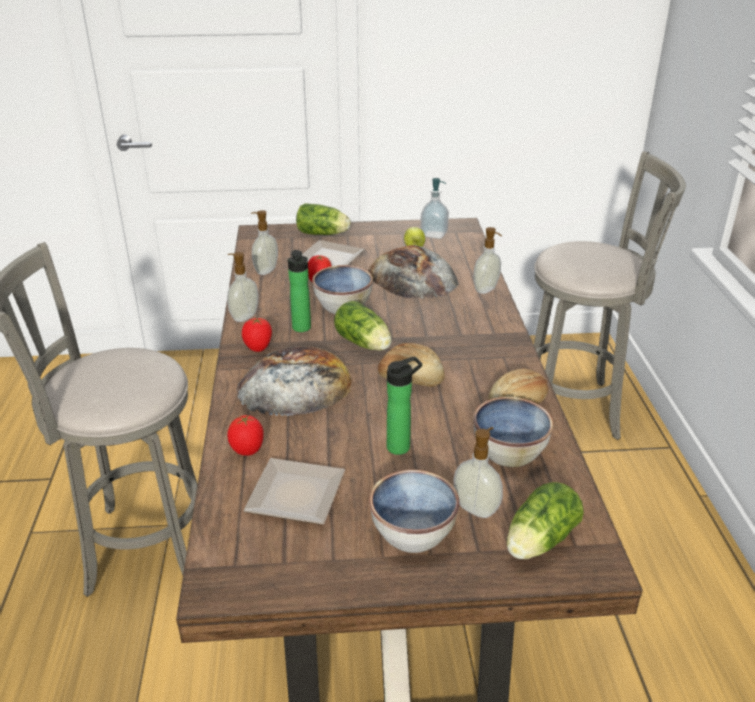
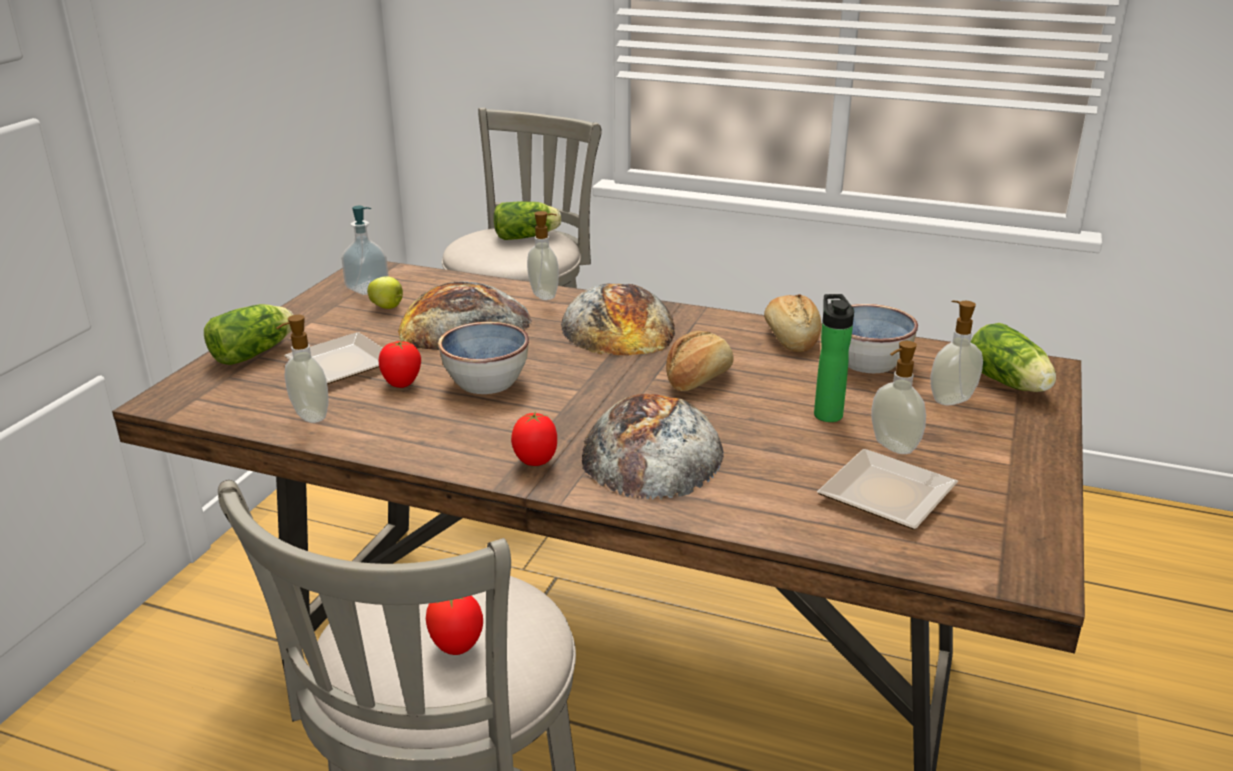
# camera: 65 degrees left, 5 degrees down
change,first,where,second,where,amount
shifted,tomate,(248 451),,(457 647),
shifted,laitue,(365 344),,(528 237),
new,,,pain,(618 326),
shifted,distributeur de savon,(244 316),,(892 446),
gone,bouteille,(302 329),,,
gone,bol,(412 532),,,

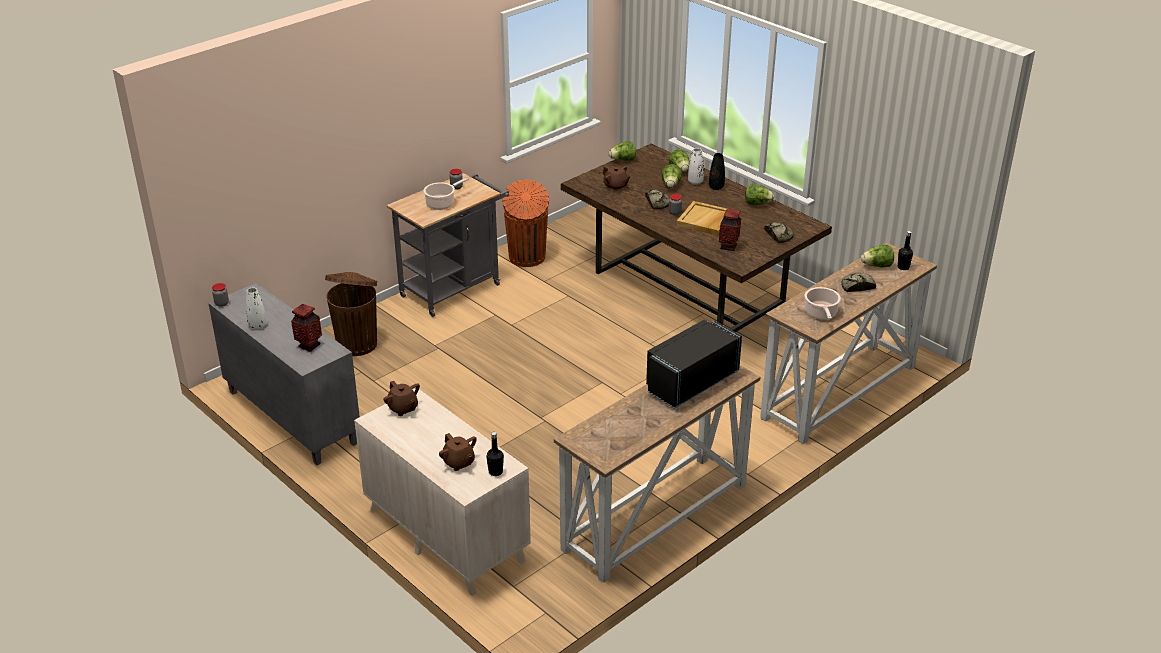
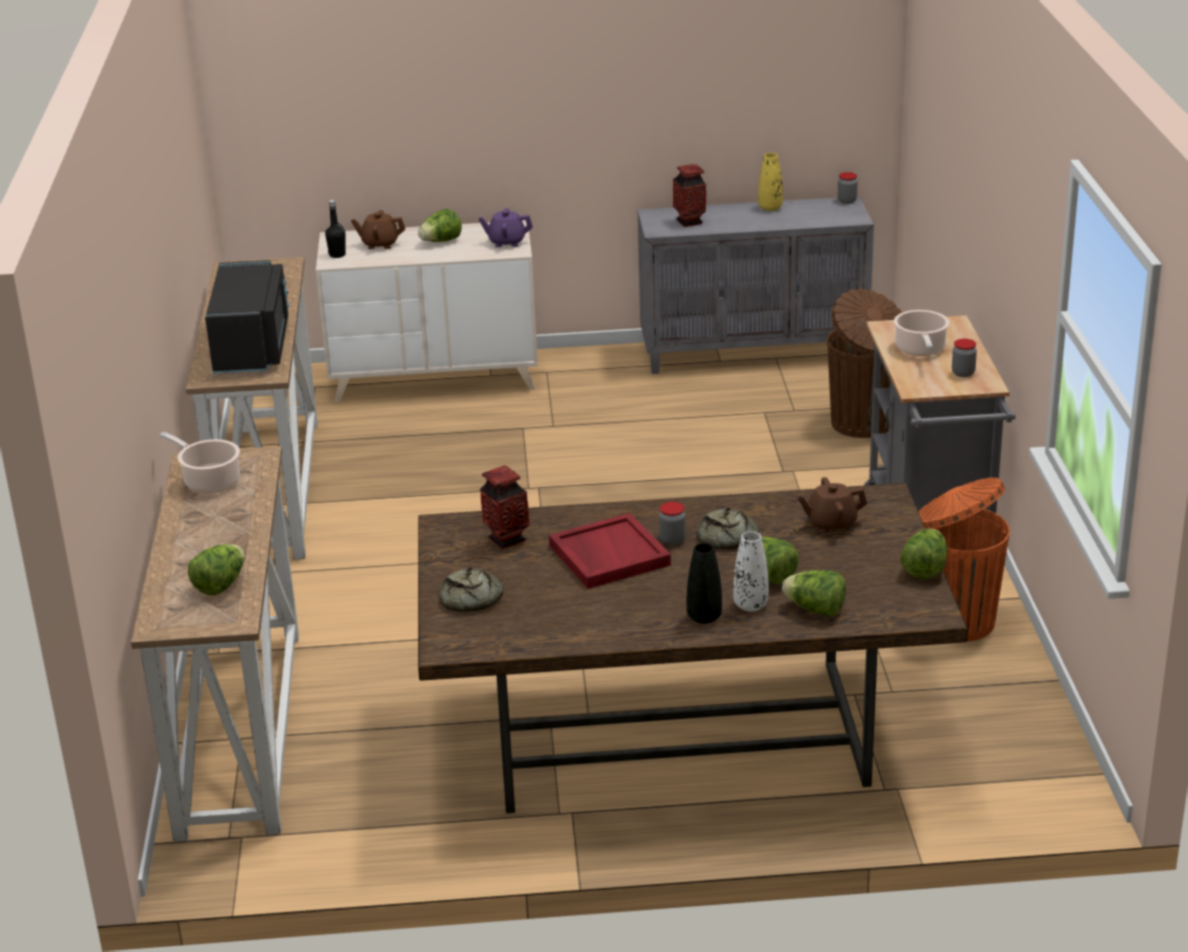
# camera: 130 degrees right, 5 degrees down
change,first,where,second,where,amount
shifted,laitue,(757 204),,(441 241),
repainted,théière/marron,(403 408),théière/violet,(506 242),
repainted,plateau/beige,(705 221),plateau/rouge,(608 555),
repainted,vase/blanc,(257 326),vase/jaune,(770 208),
gone,pain,(857 286),,,
gone,bouteille/noir,(903 267),,,

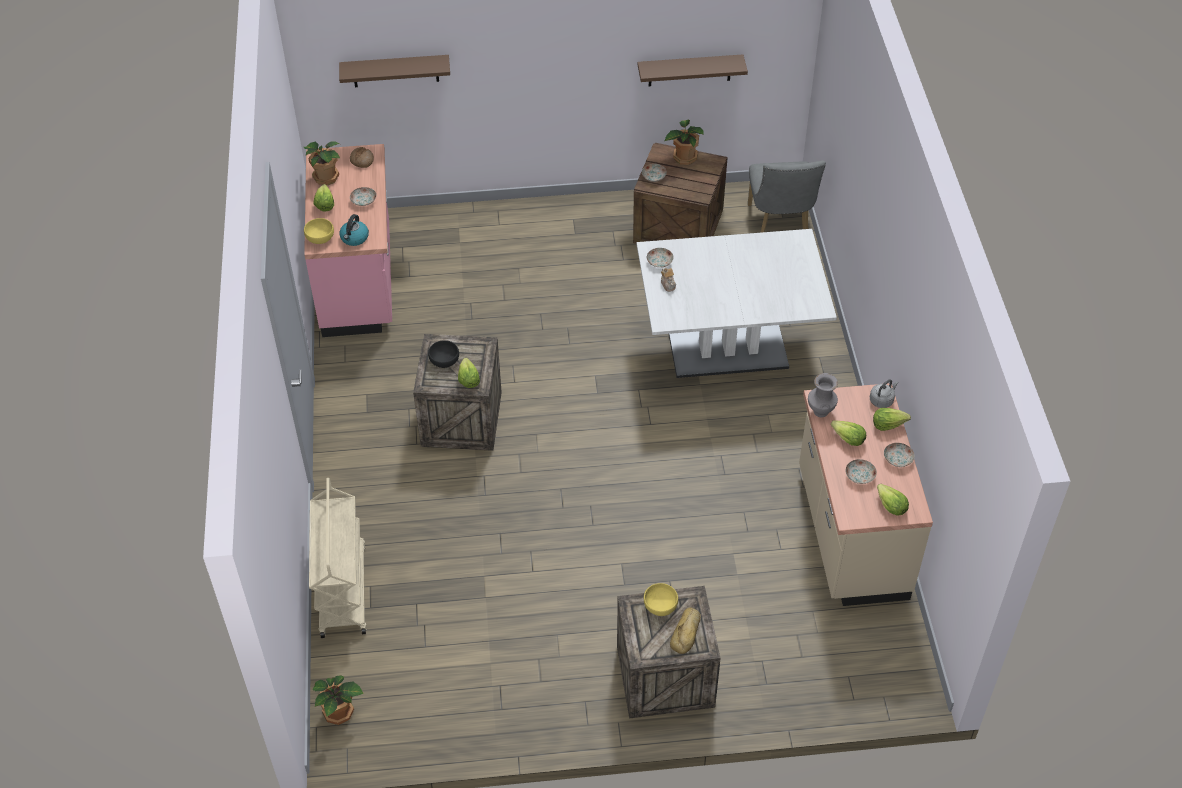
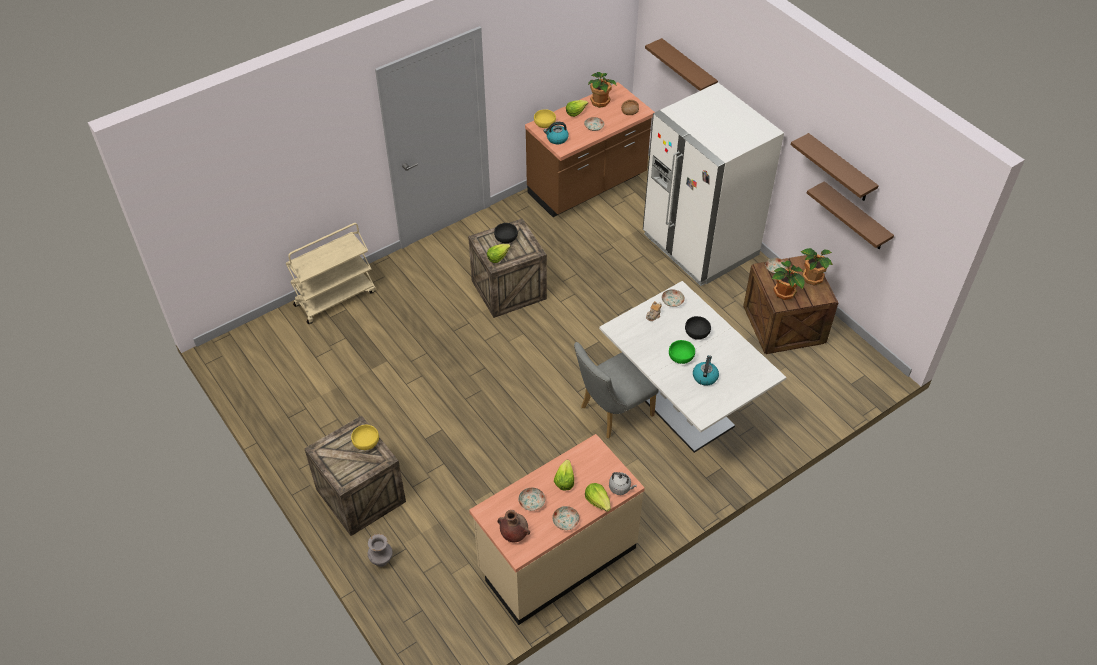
# camera: 60 degrees right, 0 degrees up
change,first,where,second,where,amount
shifted,vase/gris,(820 411),,(382 560),
swapped,laitue,(890 506),vase/marron,(513 534),
repainted,comptoir de cuisine/rose,(359 281),comptoir de cuisine/marron,(587 186),
shifted,chaise/gris,(779 227),,(611 413),
new,,,réfrigérateur/blanc,(700 245),
new,,,bol/vert,(681 357),
new,,,bol/noir,(696 333),
new,,,bouilloire,(705 376),
shifted,plante en pot,(339 713),,(784 293),
new,,,étagère/marron,(840 169),
gone,pain,(687 633),,,

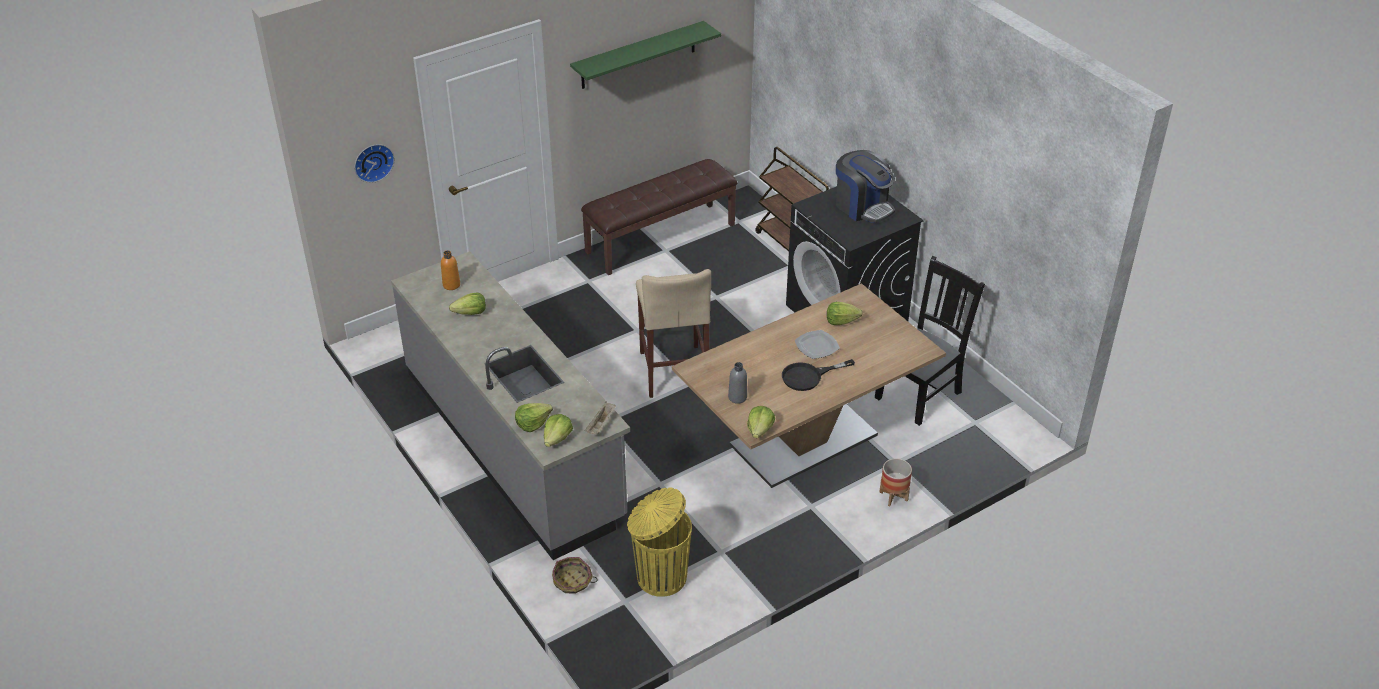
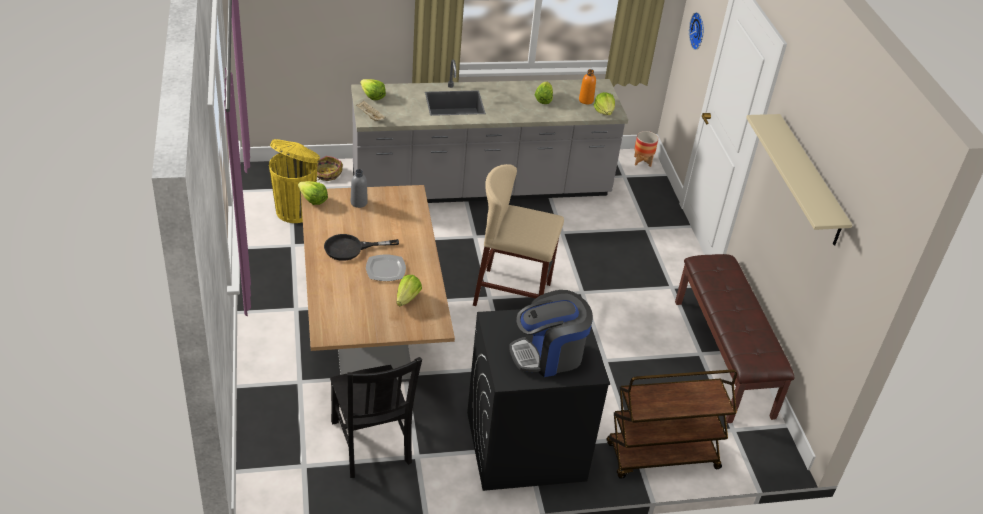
# camera: 110 degrees right, 0 degrees up
change,first,where,second,where,amount
rotated,poêle/noir,(808 376),,(351 248),105 degrees counterclockwise
shifted,laitue,(532 423),,(604 111),
shifted,cache-pot,(893 496),,(642 161),
repainted,étagère/vert,(638 55),étagère/beige,(809 180),

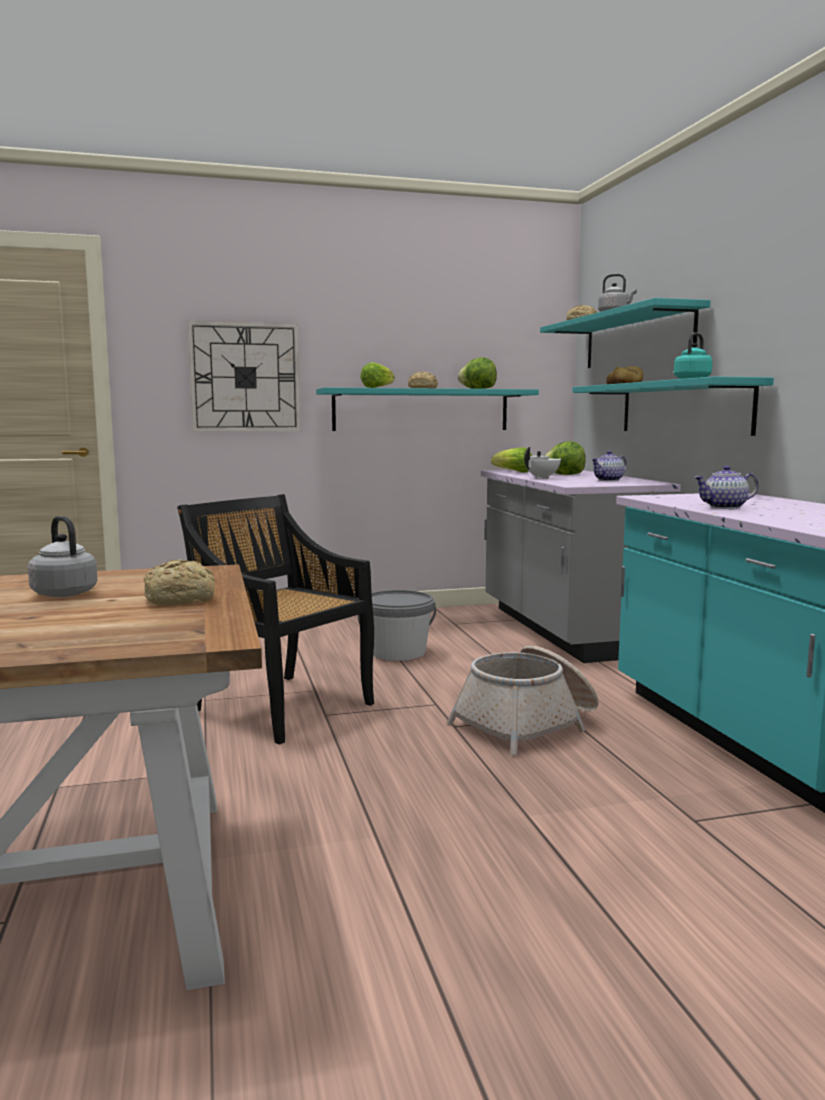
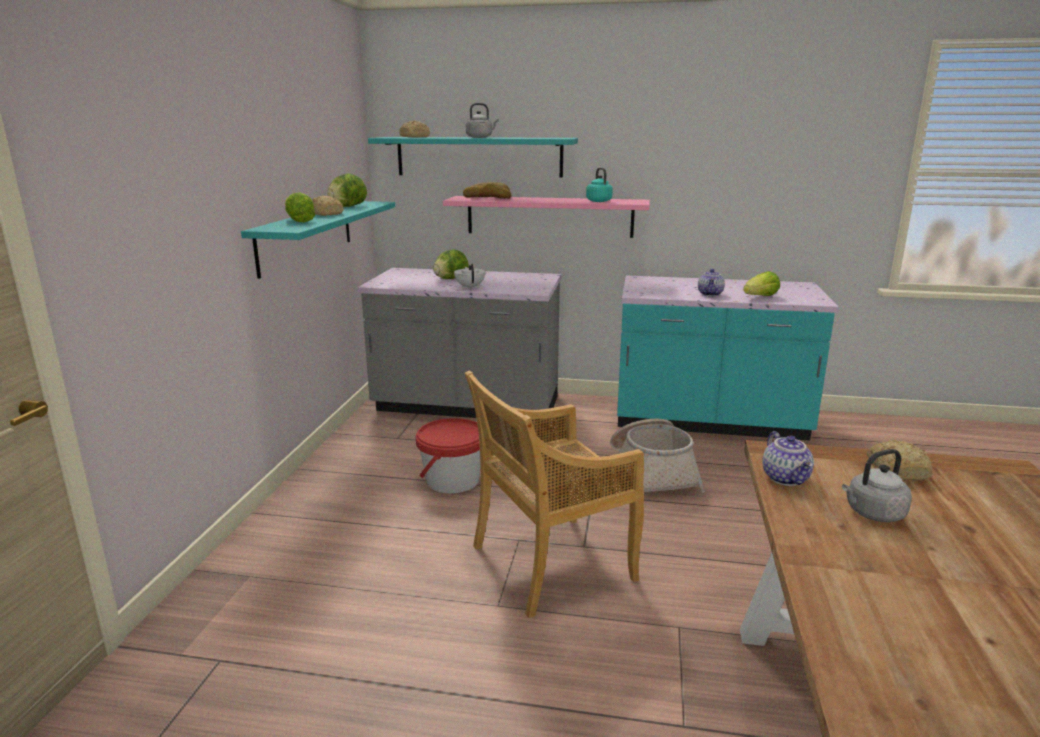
# camera: 65 degrees left, 10 degrees up
change,first,where,second,where,amount
repainted,seau/gris,(397 652),seau/rouge,(452 480),
repainted,étagère/turquoise,(683 408),étagère/rose,(549 216),
repainted,chaise/noir,(281 707),chaise/beige,(550 564),
shifted,laitue,(513 472),,(760 297),
shifted,théière,(609 480),,(786 478),
gone,horloge murale,(245 377),,,

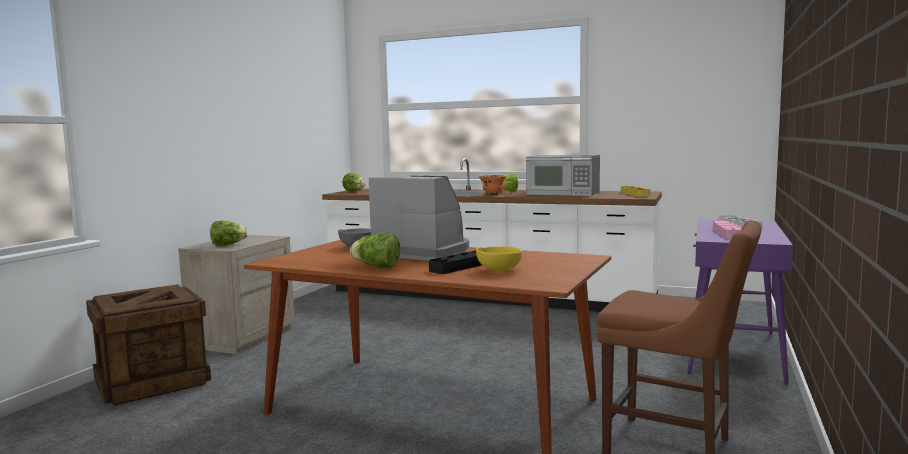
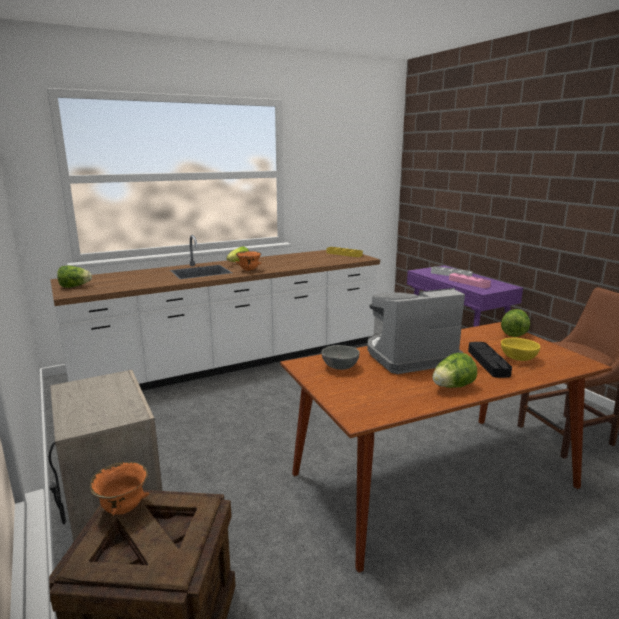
# camera: 50 degrees left, 10 degrees up
change,first,where,second,where,amount
new,,,bol/orange,(123 509),
shifted,laitue,(228 245),,(514 333),
gone,micro-ondes,(563 193),,,

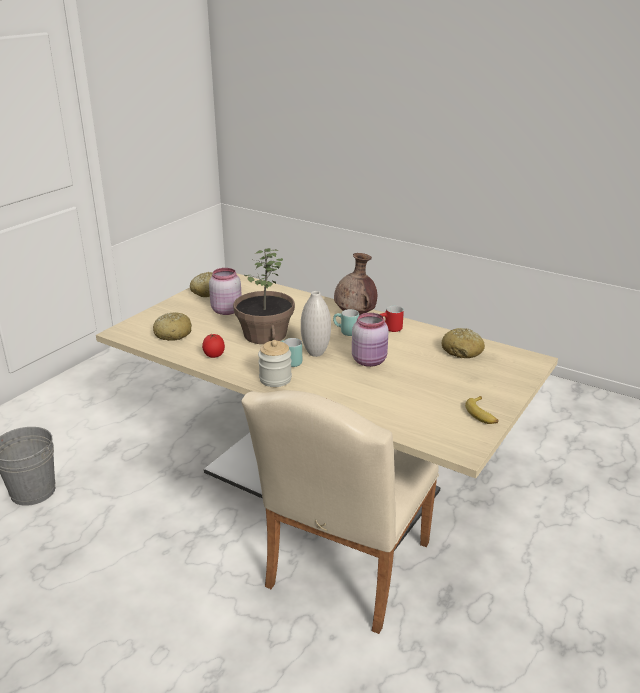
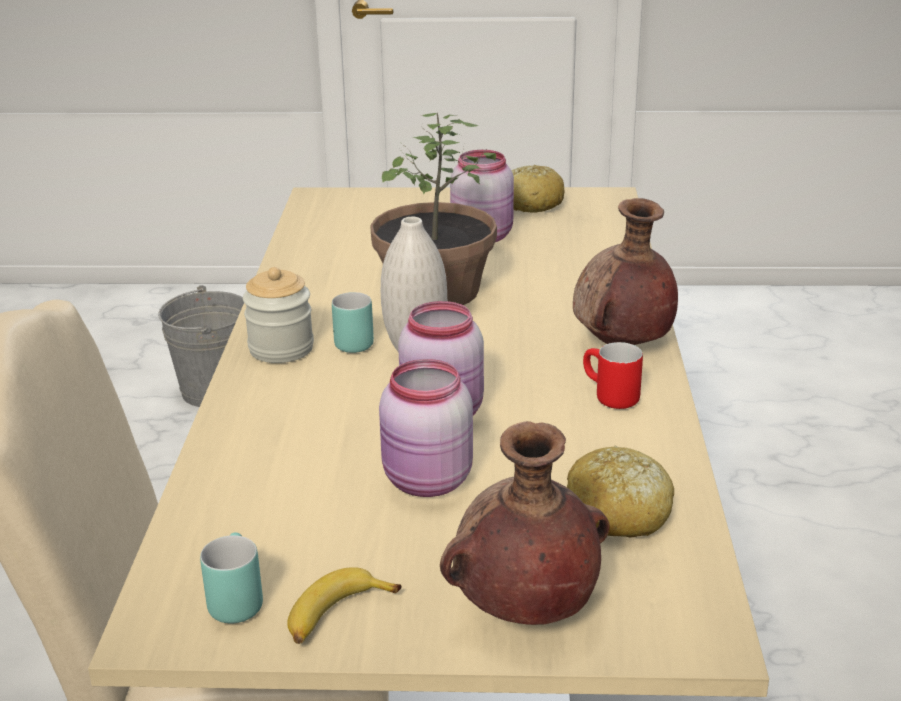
# camera: 60 degrees right, 0 degrees up
change,first,where,second,where,amount
shifted,mug/turquoise,(345 332),,(233 599),
new,,,bocal/rose,(427 482),
new,,,vase/marron,(523 609),
gone,pain,(173 334),,,
gone,tomate,(214 356),,,

